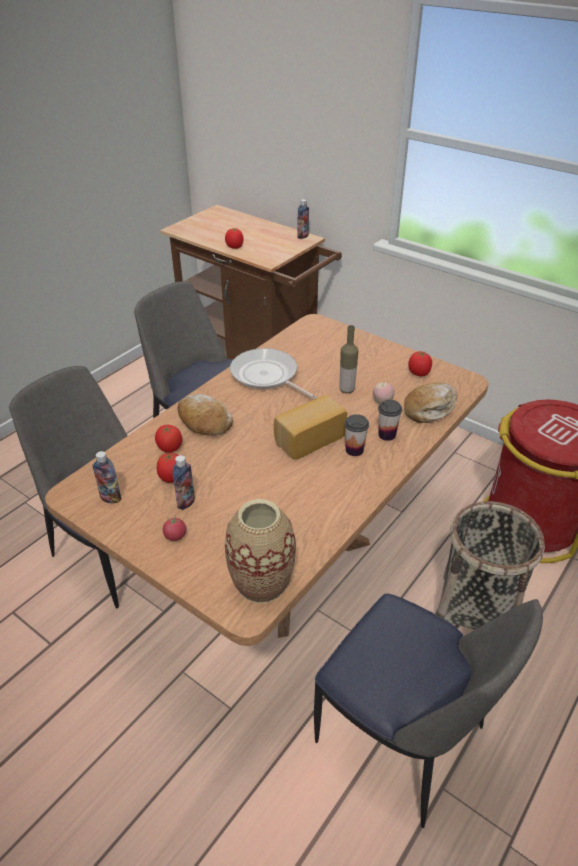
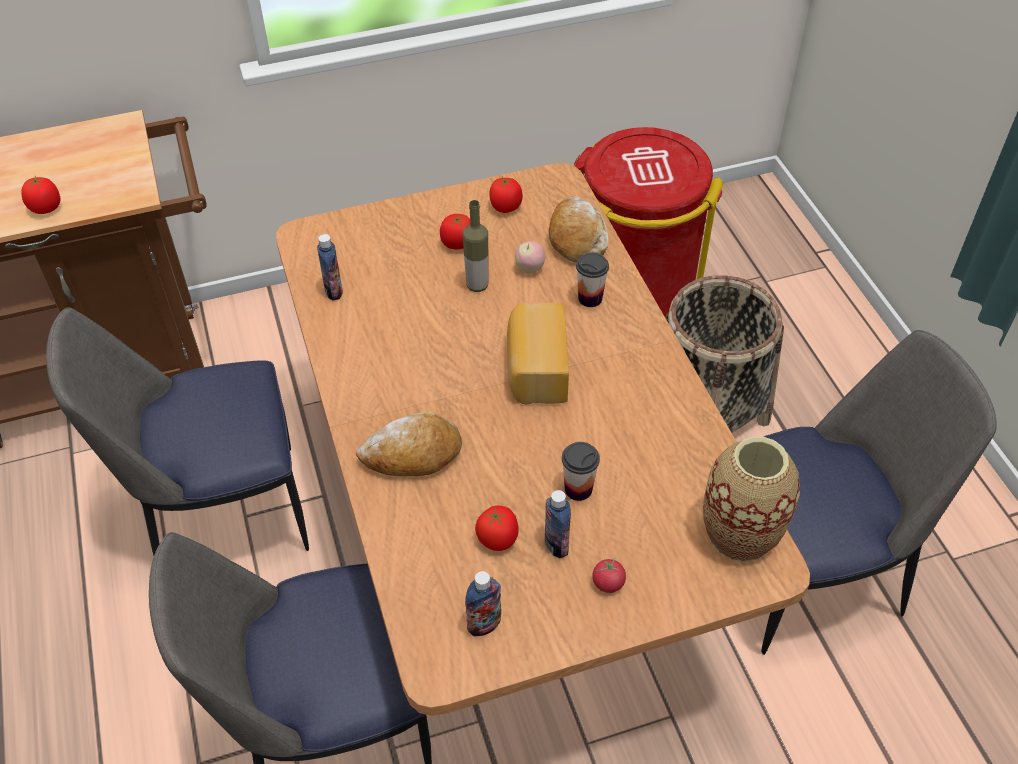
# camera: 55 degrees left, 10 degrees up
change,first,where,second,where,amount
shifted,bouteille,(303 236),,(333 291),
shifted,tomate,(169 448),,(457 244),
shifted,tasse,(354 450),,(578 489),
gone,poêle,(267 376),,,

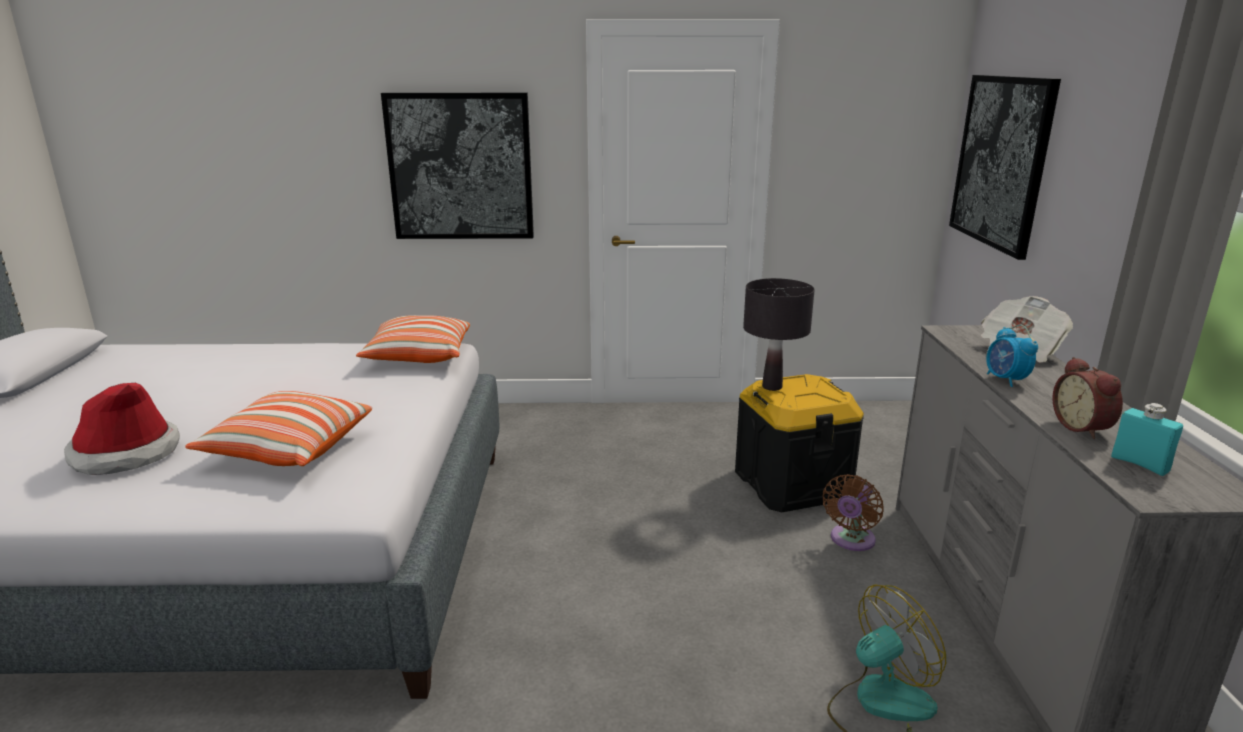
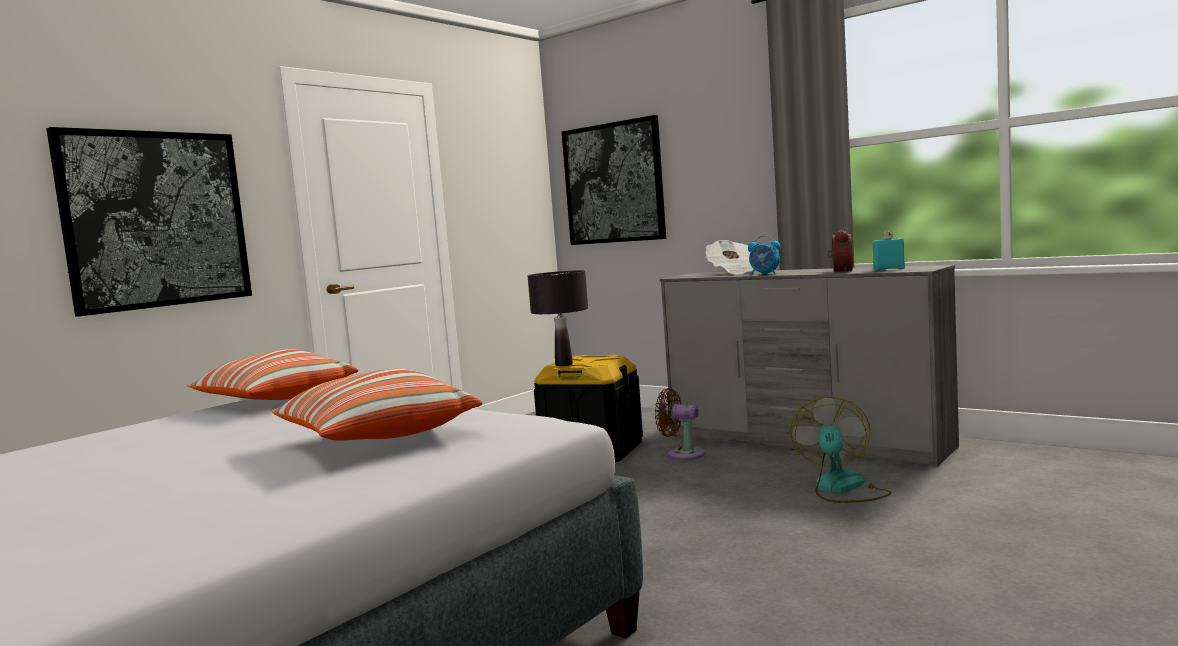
# camera: 50 degrees left, 15 degrees down
change,first,where,second,where,amount
rotated,ventilateur/marron,(851 541),,(682 454),135 degrees clockwise
rotated,réveil,(1083 427),,(840 271),105 degrees counterclockwise
gone,chapeau,(126 454),,,

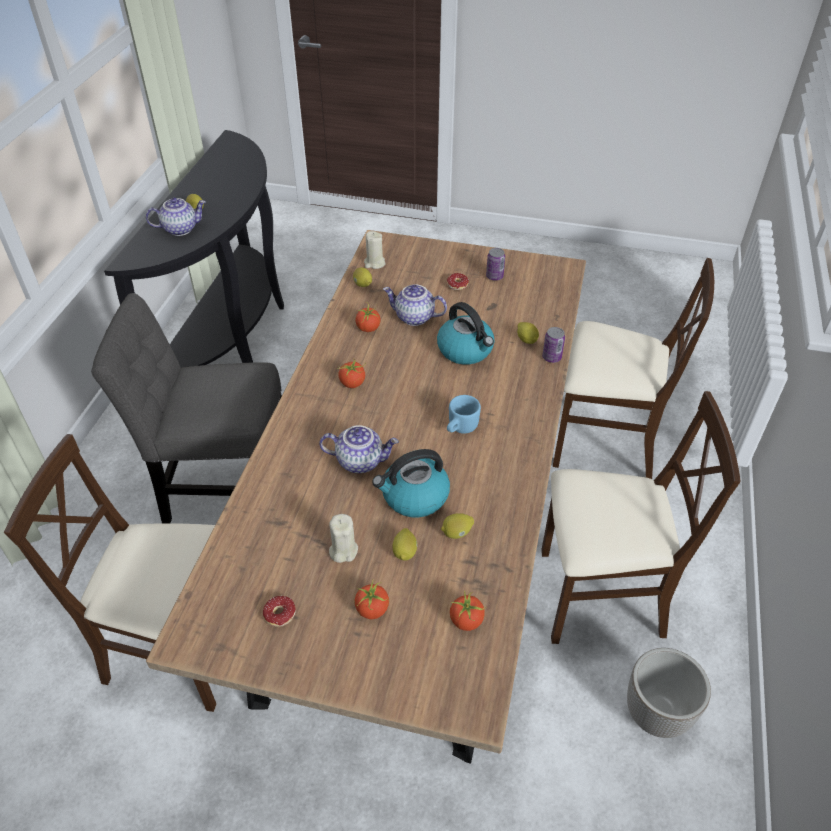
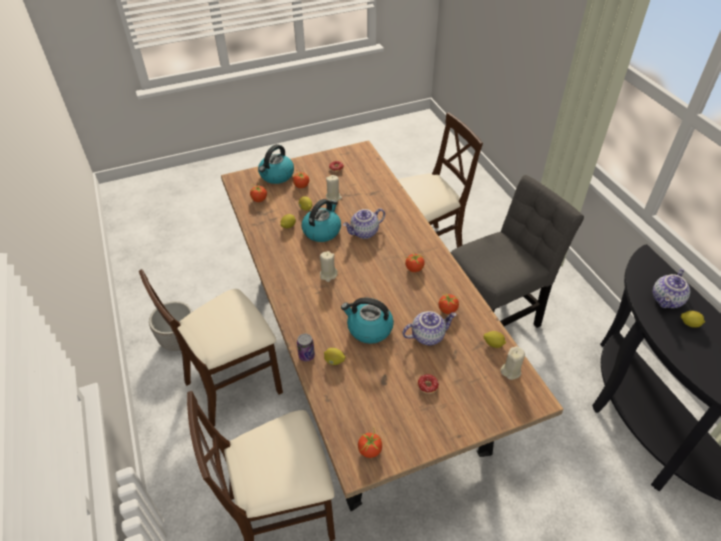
# camera: 145 degrees right, 0 degrees up
change,first,where,second,where,amount
new,,,bouilloire,(276 176),
swapped,mug/bleu,(460 428),bougie/beige,(328 275),
new,,,tomate,(370 450),
gone,boîte métallique,(494 276),,,

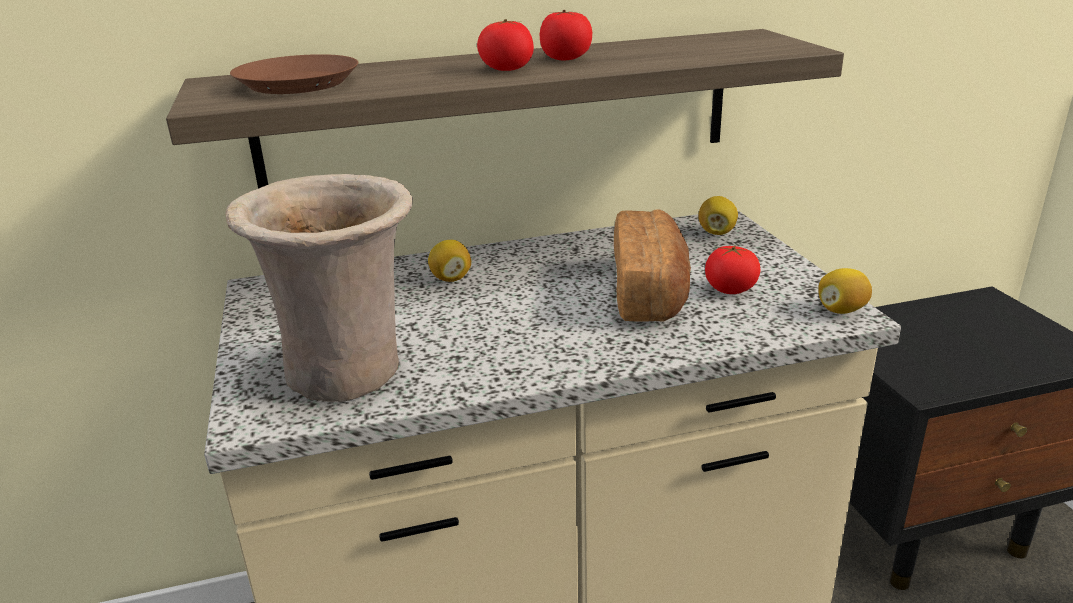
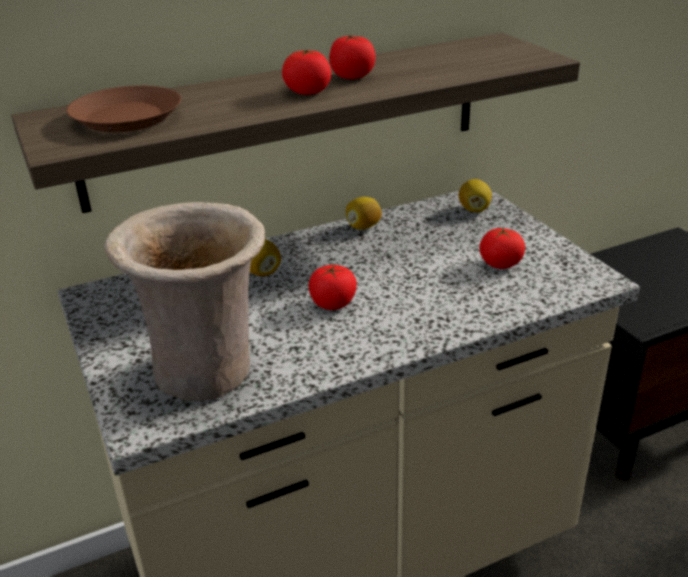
# camera: 10 degrees left, 5 degrees up
change,first,where,second,where,amount
new,,,tomate,(333 303),
shifted,citron,(841 310),,(363 227),
gone,pain,(650 291),,,

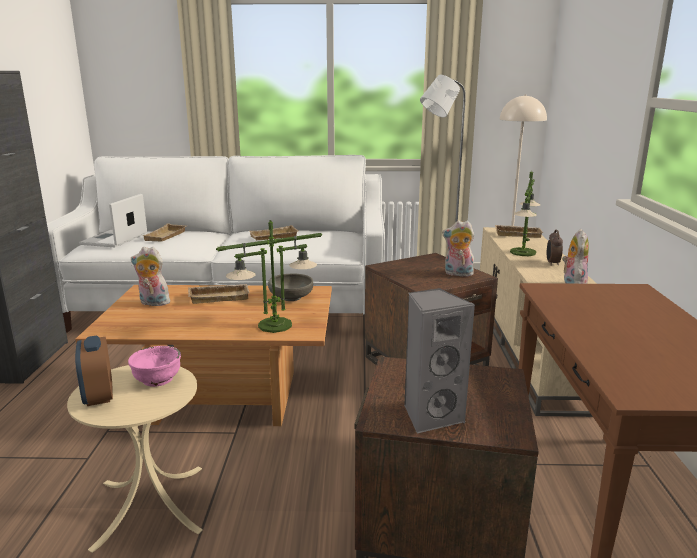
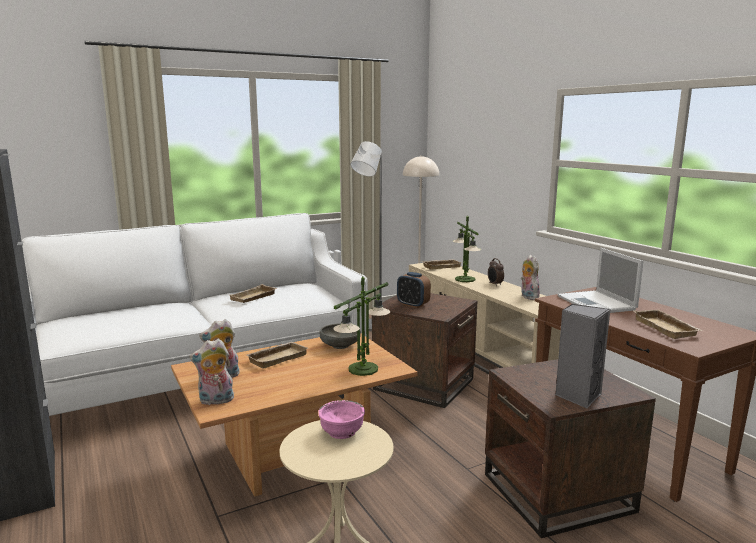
# camera: 30 degrees left, 5 degrees down
change,first,where,second,where,amount
shifted,peluche,(457 274),,(215 401),
shifted,réveil,(98 396),,(413 305),
shifted,ordinateur portable,(114 239),,(597 303),
shifted,plateau/beige,(166 236),,(667 328),

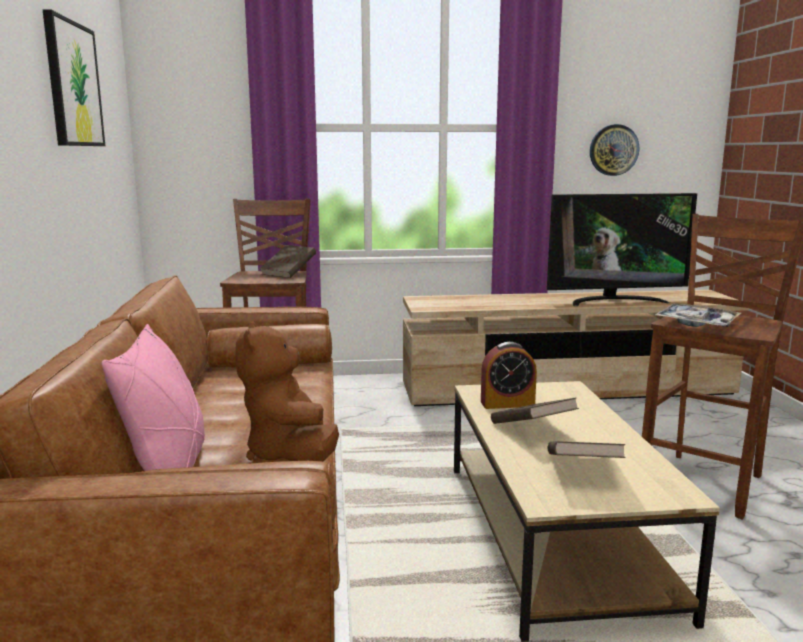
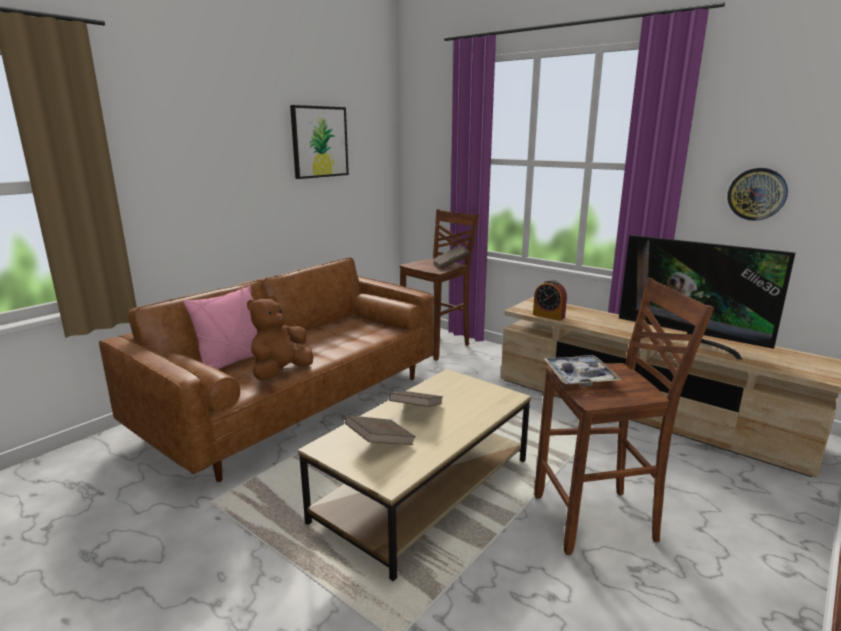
# camera: 45 degrees right, 5 degrees up
change,first,where,second,where,amount
shifted,réveil,(507 403),,(548 316),

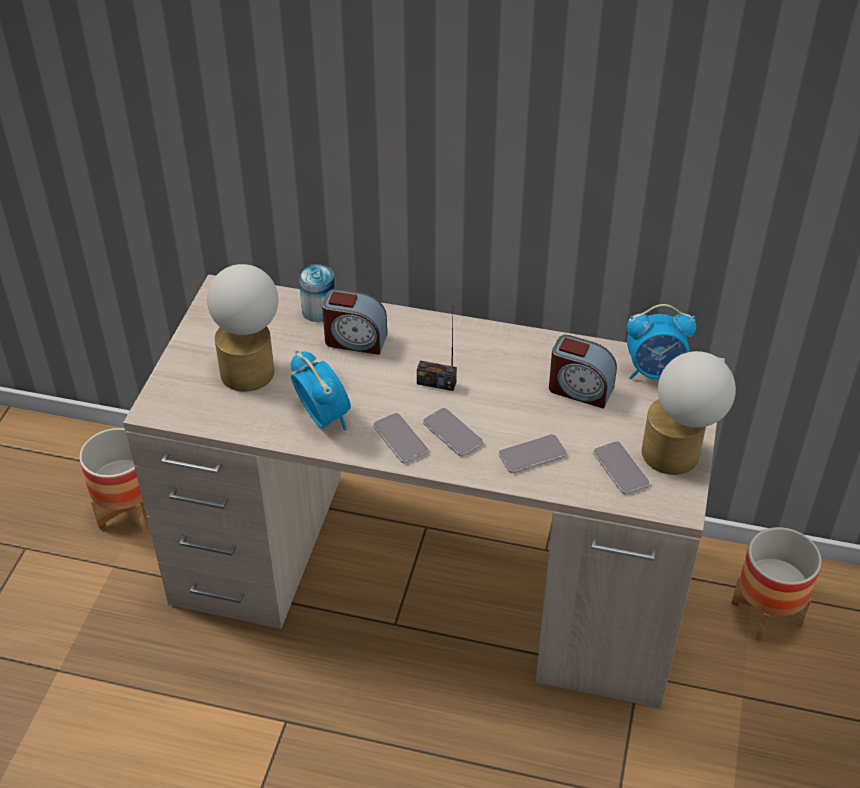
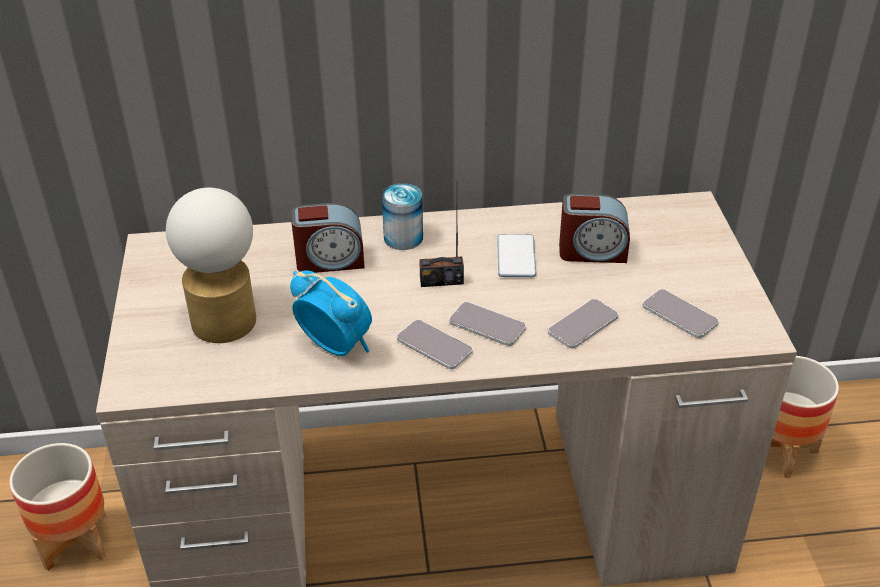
# camera: 20 degrees left, 5 degrees down
change,first,where,second,where,amount
shifted,boîte métallique,(319 310),,(403 238),
new,,,téléphone,(516 257),
gone,réveil,(655 372),,,
gone,lampe de table,(679 455),,,

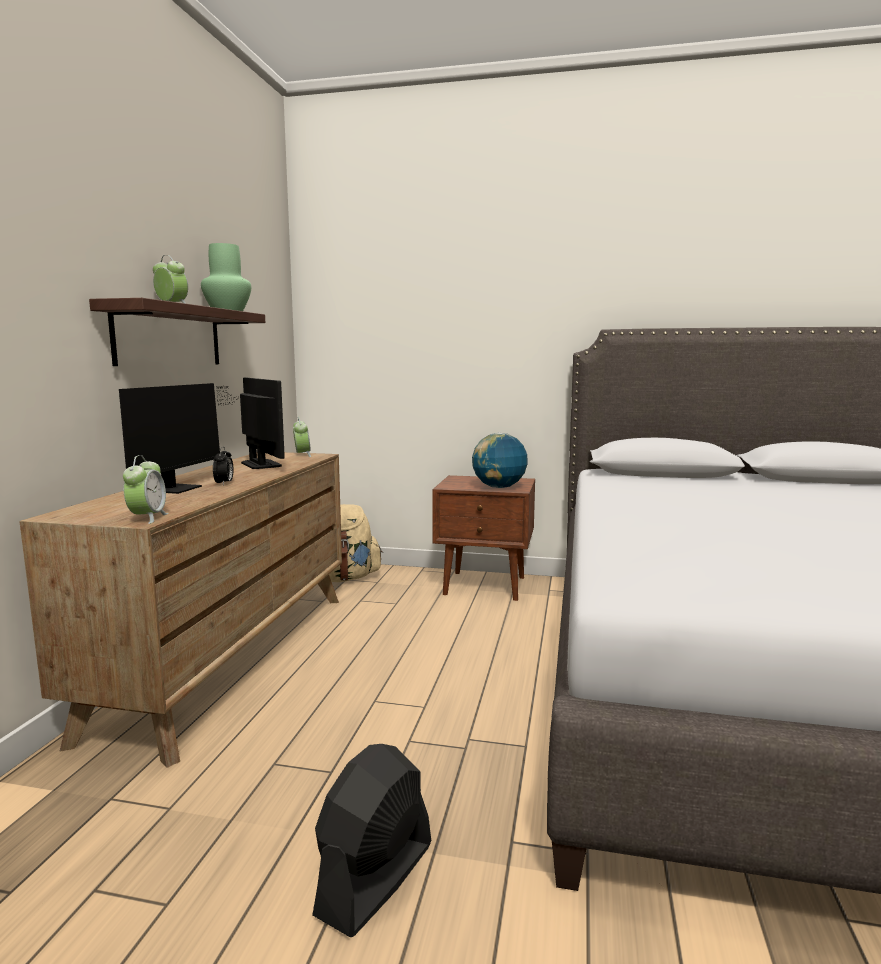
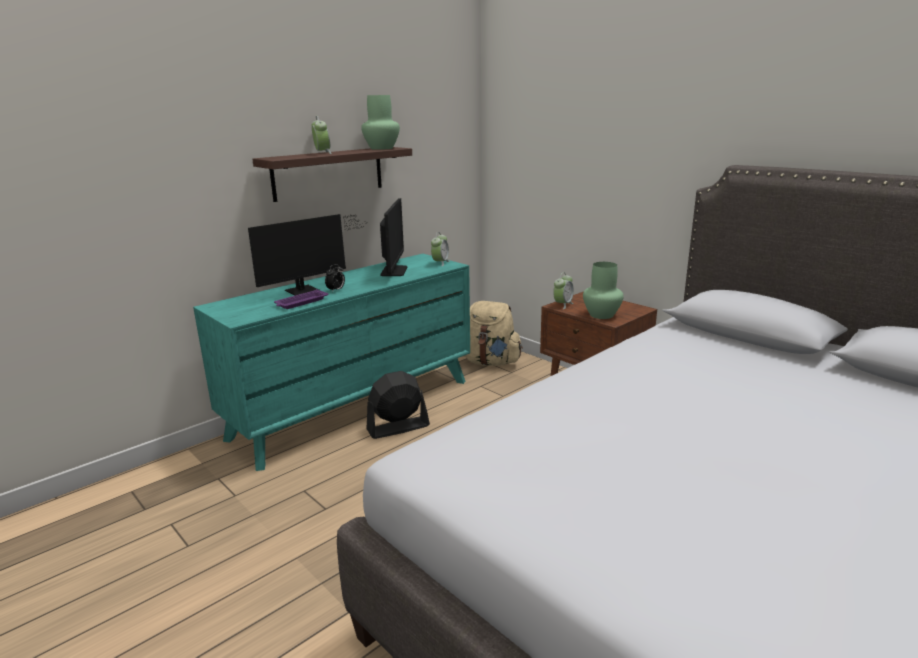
# camera: 35 degrees right, 10 degrees up
change,first,where,second,where,amount
repainted,commode/marron,(231 657),commode/turquoise,(355 408),
new,,,plateau/violet,(301 302),
shifted,ventilateur/noir,(375 879),,(398 428),
shifted,réveil,(147 518),,(563 305),
swapped,globe,(499 487),vase/vert,(601 315),

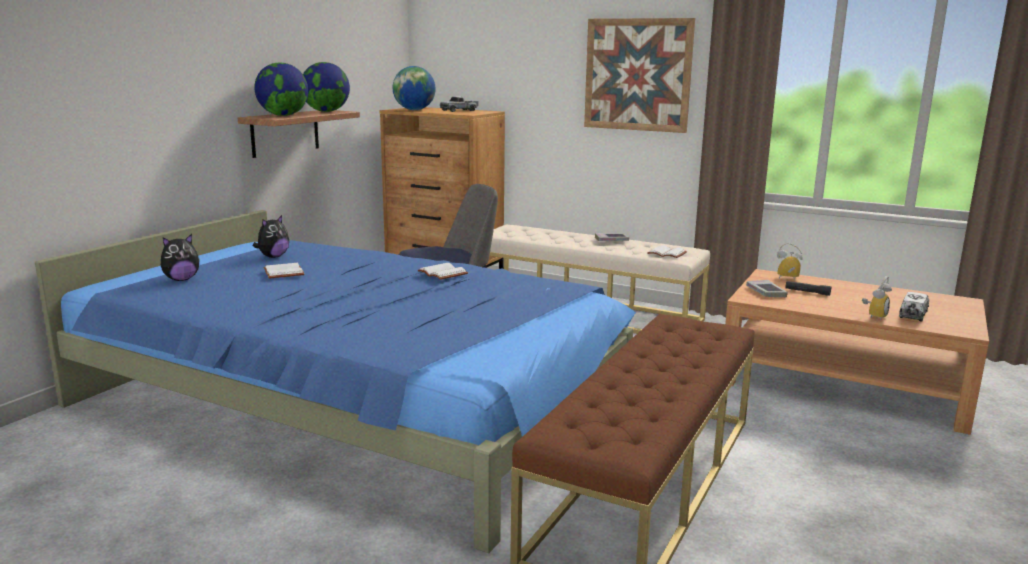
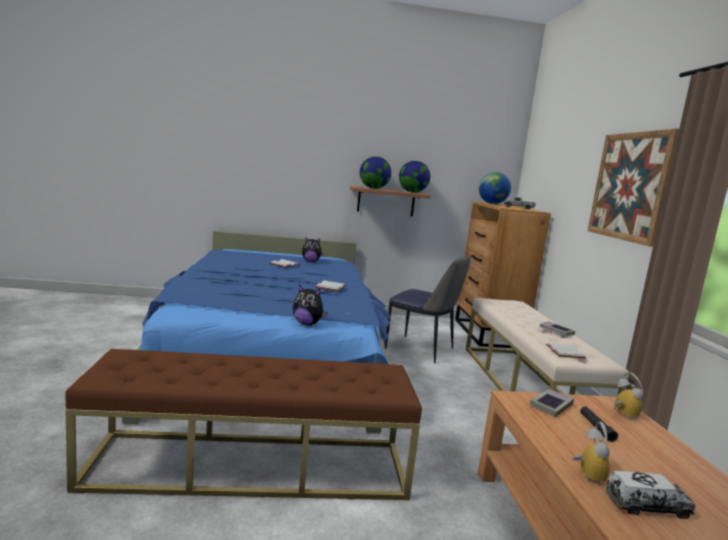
# camera: 55 degrees right, 5 degrees down
change,first,where,second,where,amount
shifted,peluche,(181 279),,(307 324),
rotated,réveil,(874 316),,(585 474),90 degrees counterclockwise

